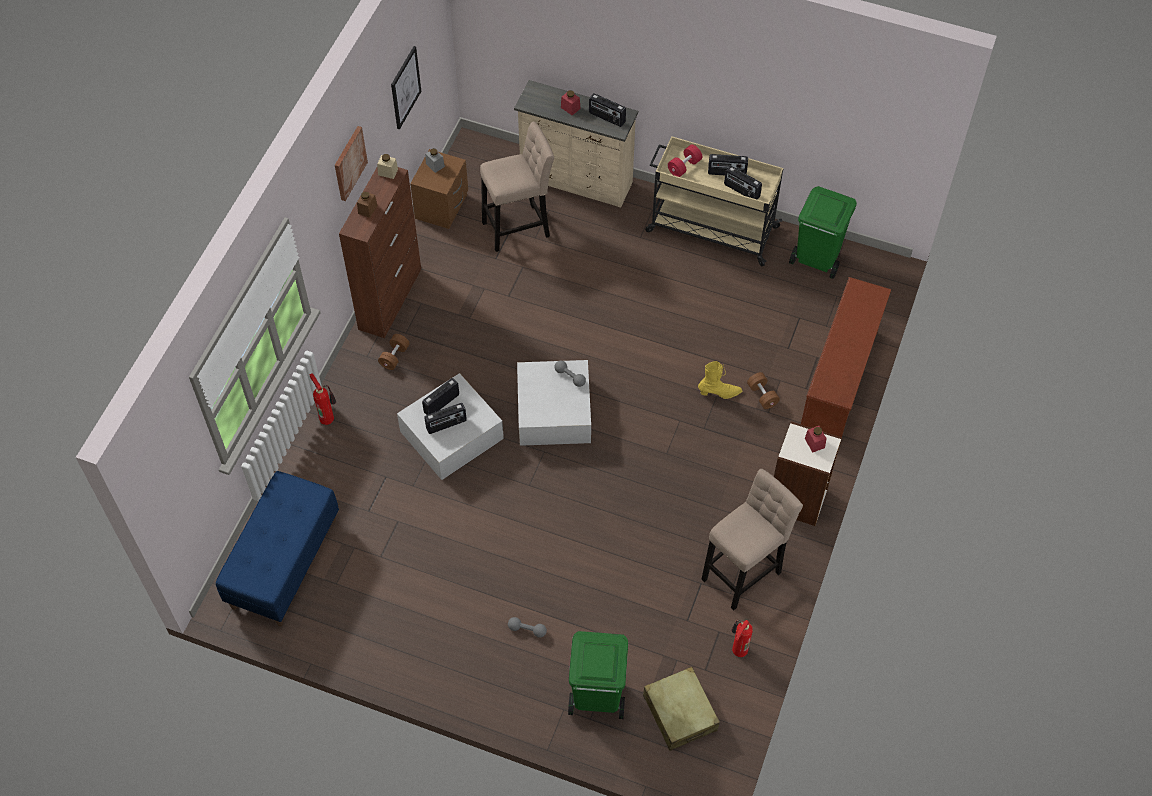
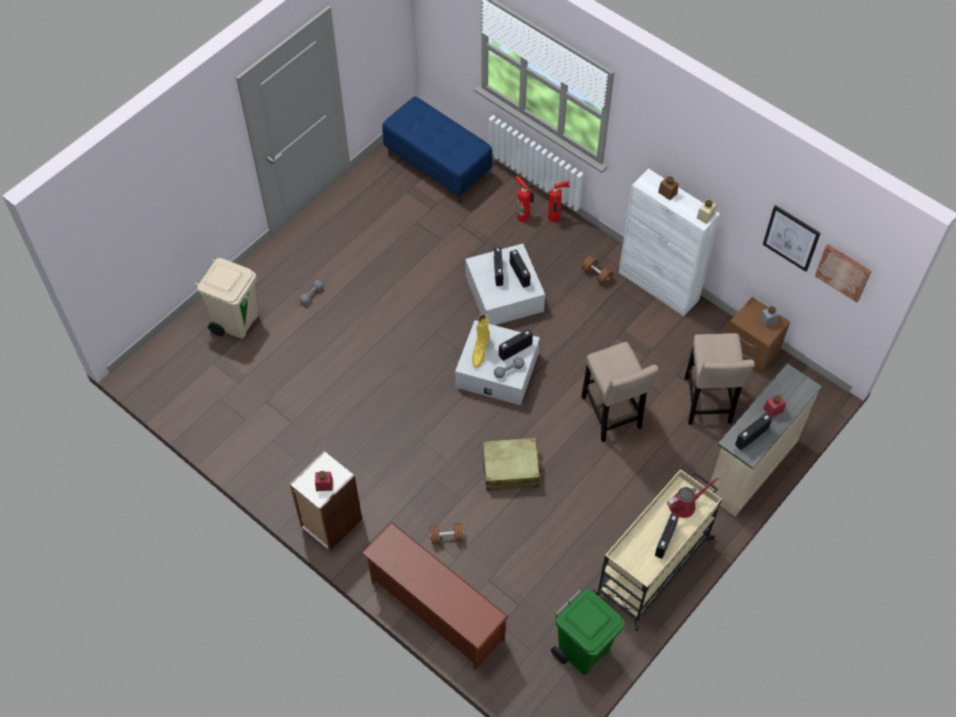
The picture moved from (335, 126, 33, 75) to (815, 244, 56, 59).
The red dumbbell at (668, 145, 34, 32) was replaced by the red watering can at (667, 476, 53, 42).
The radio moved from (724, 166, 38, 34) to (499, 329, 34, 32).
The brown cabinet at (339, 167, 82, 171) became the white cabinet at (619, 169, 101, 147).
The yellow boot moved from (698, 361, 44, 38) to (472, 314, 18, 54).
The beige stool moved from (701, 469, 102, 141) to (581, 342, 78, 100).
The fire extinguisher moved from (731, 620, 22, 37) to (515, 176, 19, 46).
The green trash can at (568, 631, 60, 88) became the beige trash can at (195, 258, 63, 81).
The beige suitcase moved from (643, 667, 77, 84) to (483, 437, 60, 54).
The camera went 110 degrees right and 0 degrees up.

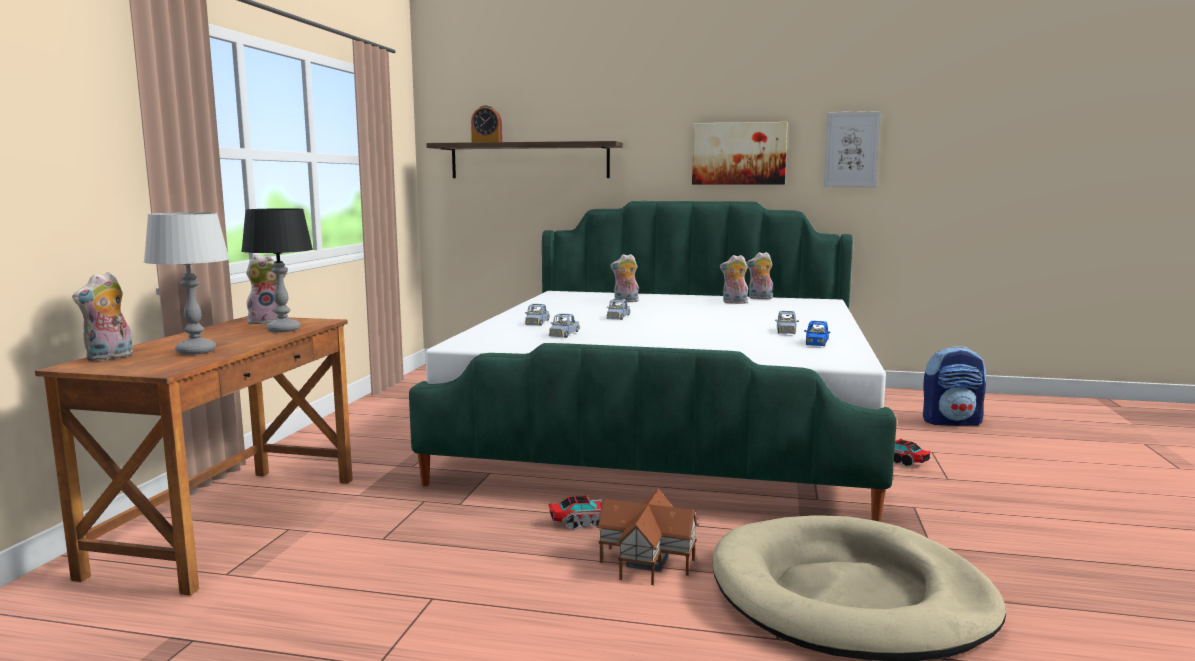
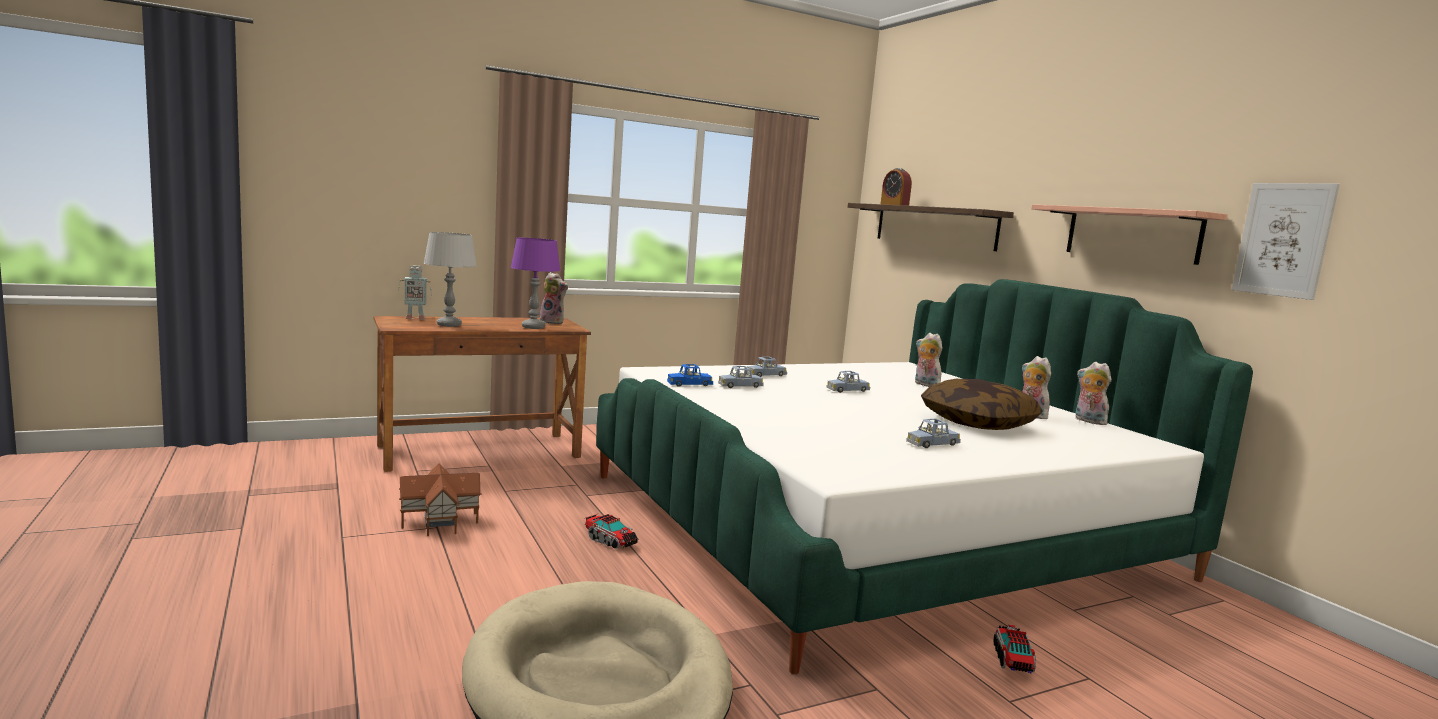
The picture at (692, 122, 96, 62) was replaced by the shelf at (1032, 204, 196, 61).
The black table lamp at (241, 208, 72, 124) became the purple table lamp at (511, 238, 50, 91).
The plush toy at (72, 272, 61, 89) was replaced by the toy robot at (399, 265, 33, 55).
The blue toy car moved from (804, 321, 26, 25) to (667, 364, 46, 23).
The backpack at (923, 346, 63, 80) disappeared.
The toy house moved from (597, 488, 102, 97) to (399, 463, 83, 73).
The pillow at (921, 379, 122, 51) appeared.
The camera went 50 degrees right and 0 degrees up.

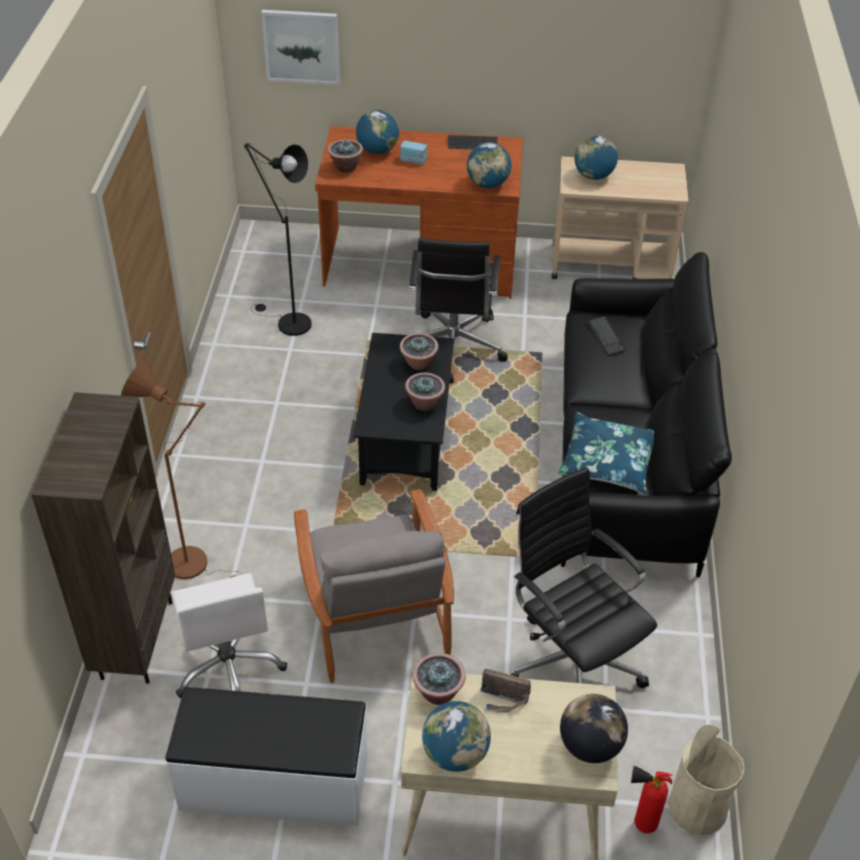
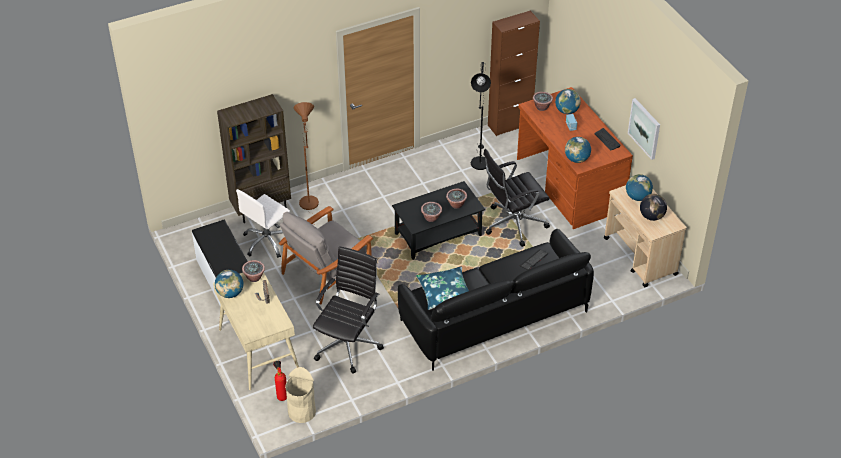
The picture moved from (261, 10, 79, 75) to (628, 98, 32, 62).
The globe moved from (560, 694, 68, 69) to (640, 194, 27, 27).
The brown cabinet at (488, 11, 52, 125) appeared.
The camera went 60 degrees right and 0 degrees up.

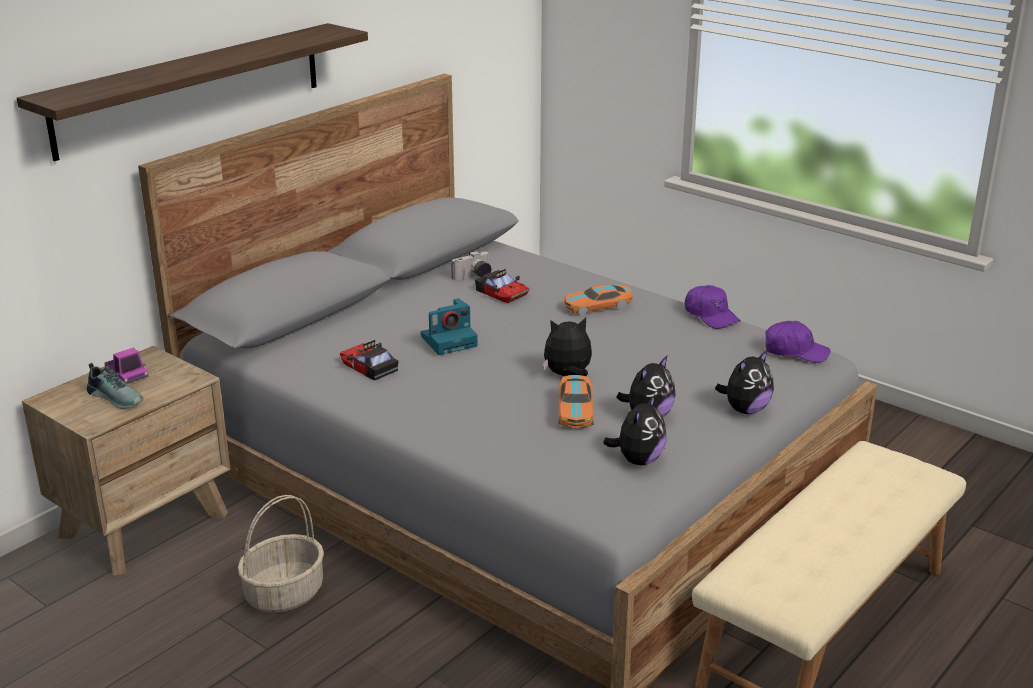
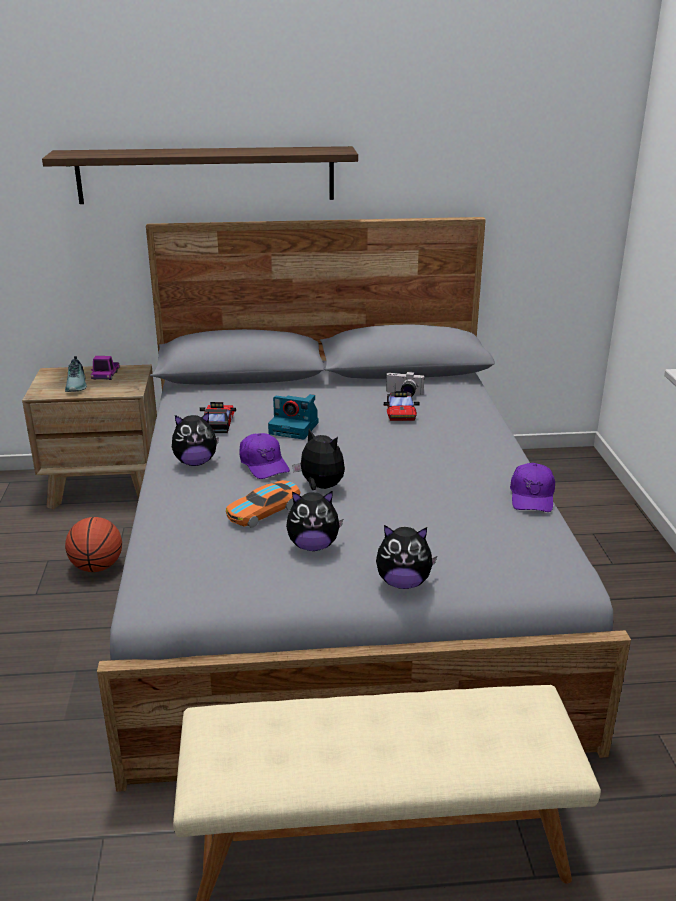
The toy car at (564, 284, 69, 32) disappeared.
The purple cap moved from (765, 321, 65, 42) to (239, 433, 51, 46).
The plush toy moved from (603, 394, 64, 71) to (172, 412, 47, 54).
The basket at (238, 495, 86, 118) was replaced by the basketball at (65, 517, 57, 55).
The camera went 45 degrees right and 0 degrees up.

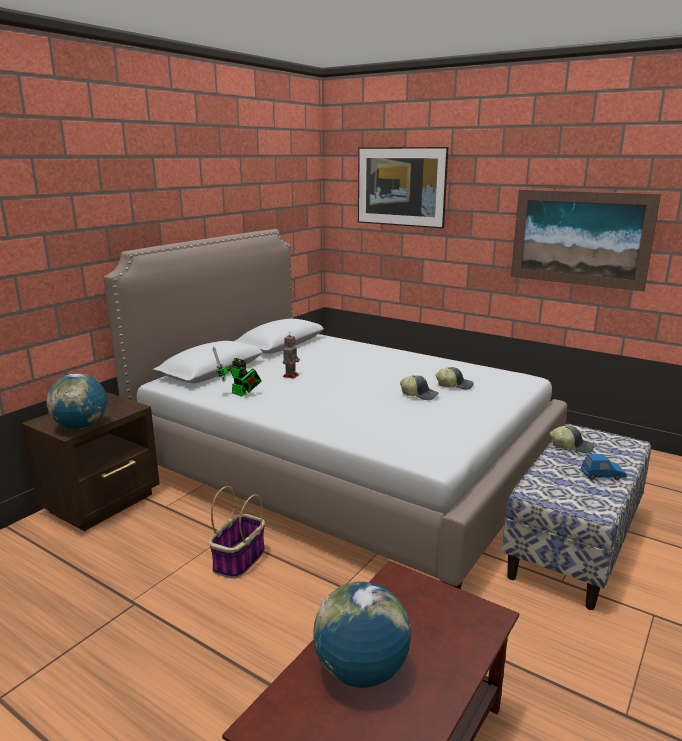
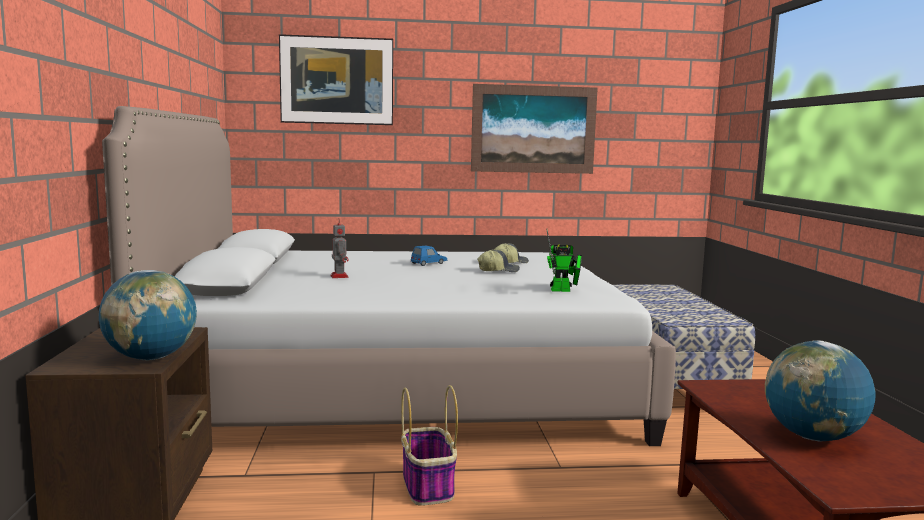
The toy robot moved from (213, 347, 49, 50) to (547, 230, 35, 62).
The cap at (550, 426, 44, 27) disappeared.
The blue toy car moved from (581, 454, 46, 26) to (411, 245, 37, 21).
The camera went 40 degrees left and 10 degrees down.

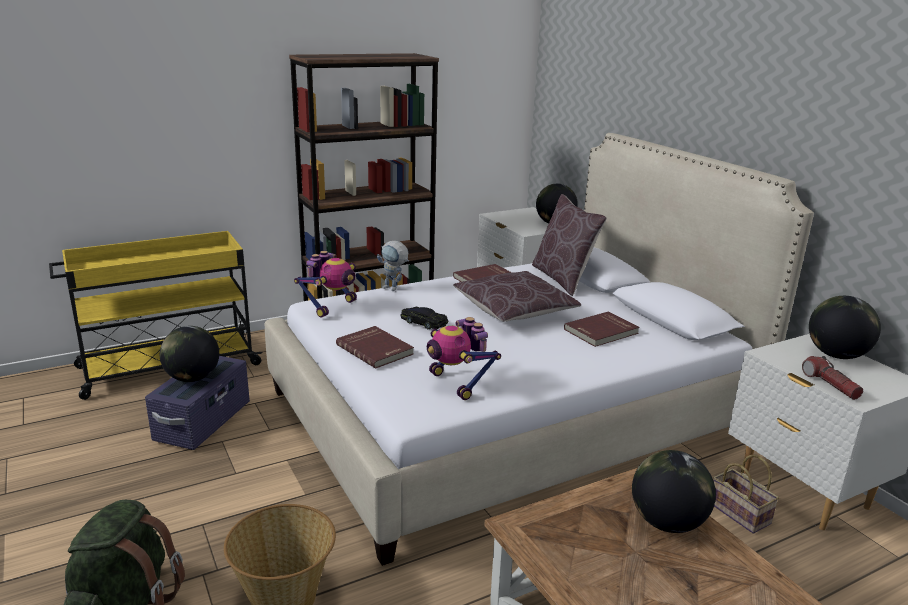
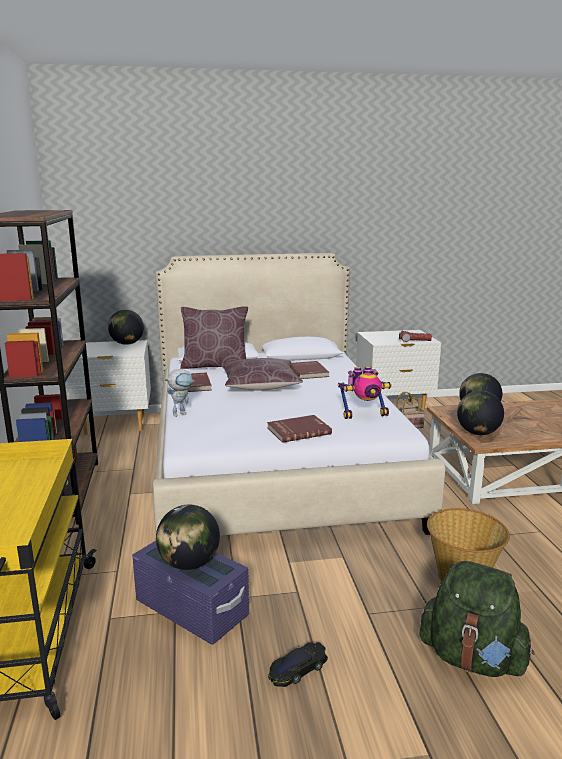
The toy robot at (294, 251, 63, 67) disappeared.
The globe moved from (809, 296, 72, 63) to (457, 391, 47, 44).
The black toy car moved from (400, 307, 48, 22) to (268, 642, 60, 45).
The camera went 70 degrees left and 5 degrees down.

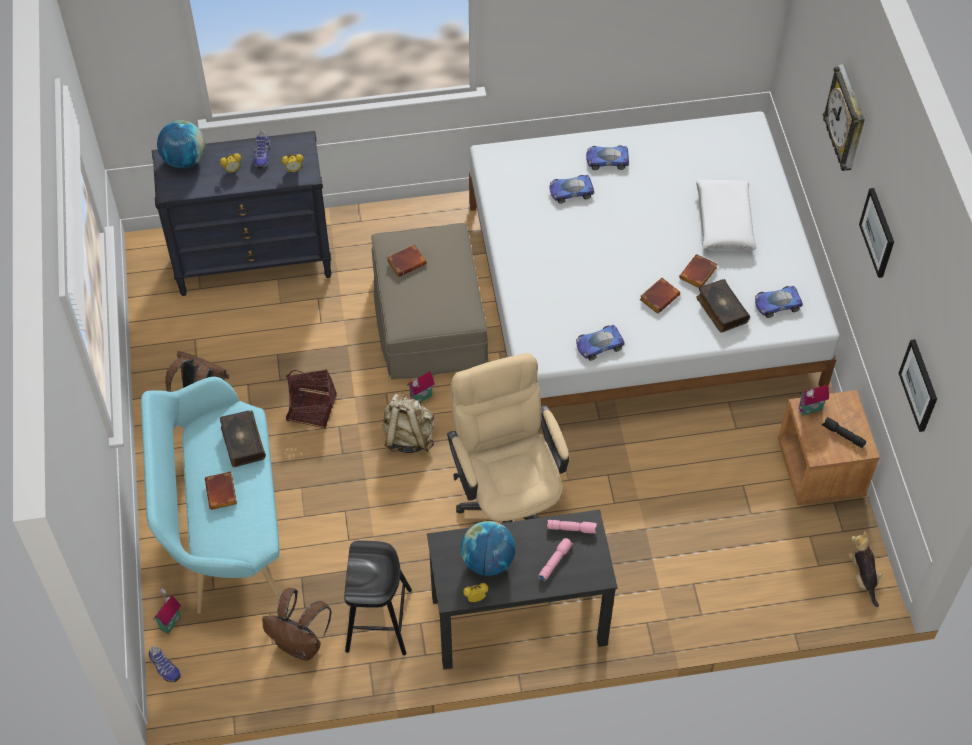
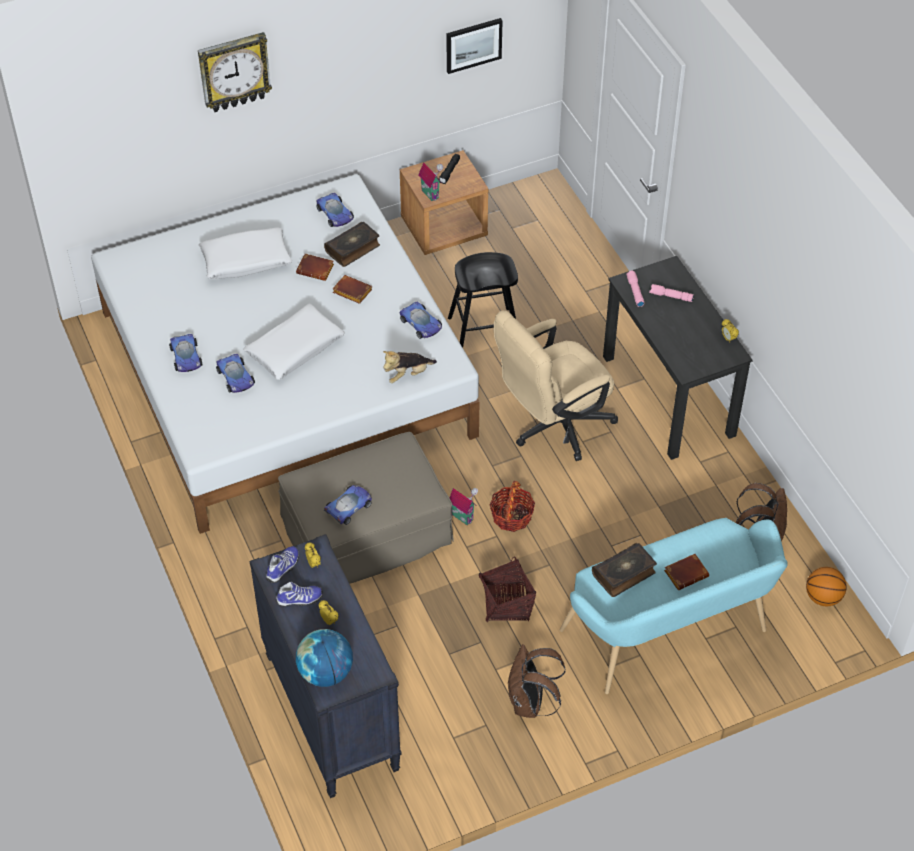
The picture at (859, 188, 35, 90) disappeared.
The brown book at (387, 244, 40, 33) was replaced by the toy car at (324, 485, 48, 40).
The beige backpack at (382, 393, 52, 60) was replaced by the basket at (490, 481, 45, 51).
The globe at (461, 521, 54, 55) disappeared.
The plush toy moved from (848, 531, 34, 76) to (383, 351, 54, 32).
The black stool moved from (344, 540, 68, 115) to (448, 252, 70, 96).
The toy house at (154, 588, 27, 46) disappeared.
The shoe moved from (149, 646, 32, 36) to (266, 546, 33, 37).
The white pillow at (243, 304, 102, 76) appeared.
The basketball at (806, 567, 41, 40) appeared.
The camera went 105 degrees left and 5 degrees down.

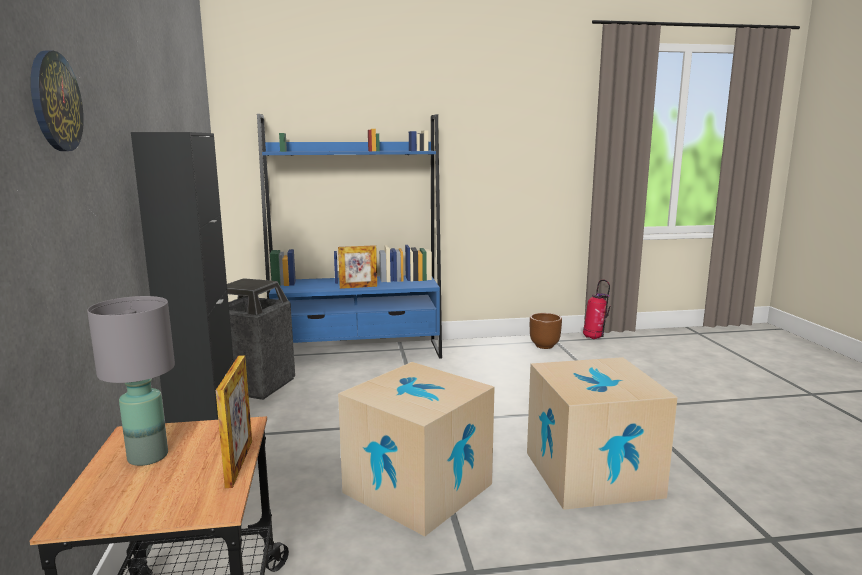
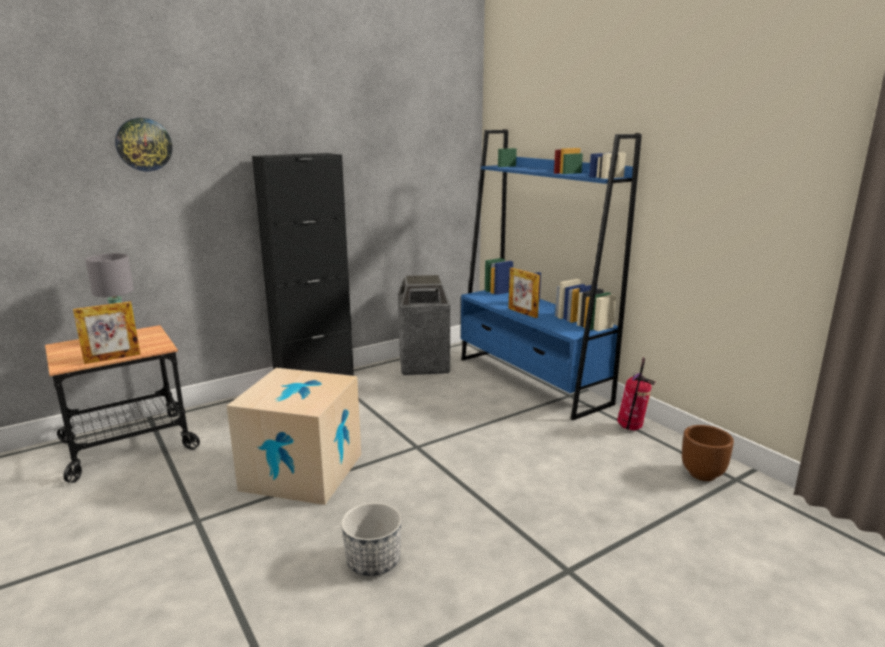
The fire extinguisher moved from (583, 280, 27, 59) to (617, 357, 39, 74).
The cardboard box at (527, 357, 151, 153) was replaced by the planter at (341, 502, 61, 74).
The camera went 65 degrees right and 5 degrees up.

